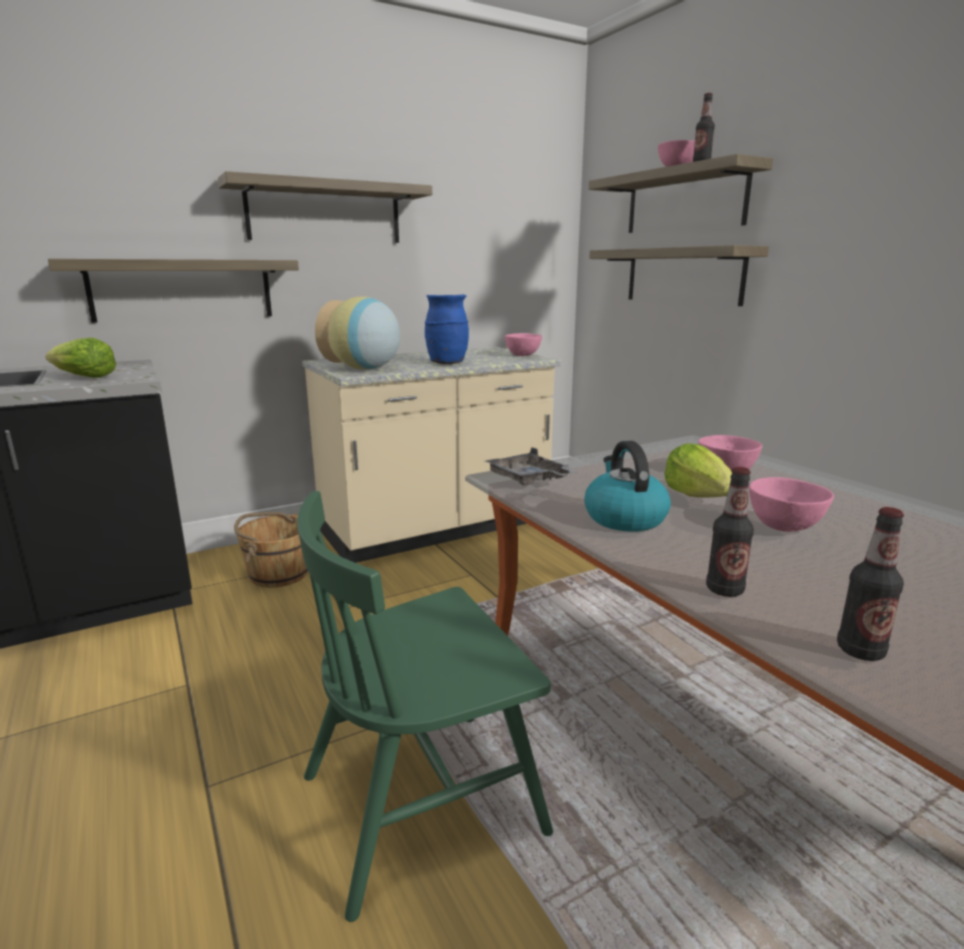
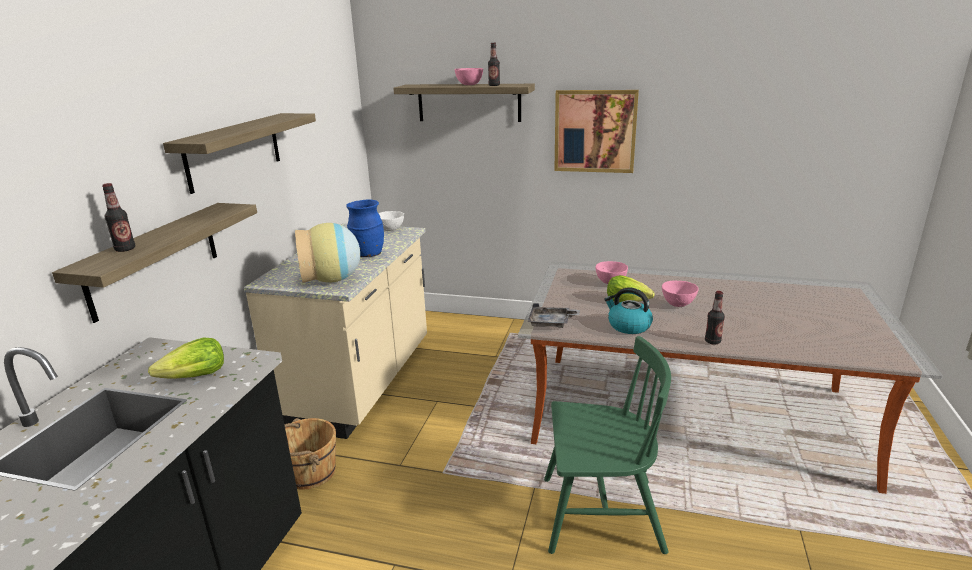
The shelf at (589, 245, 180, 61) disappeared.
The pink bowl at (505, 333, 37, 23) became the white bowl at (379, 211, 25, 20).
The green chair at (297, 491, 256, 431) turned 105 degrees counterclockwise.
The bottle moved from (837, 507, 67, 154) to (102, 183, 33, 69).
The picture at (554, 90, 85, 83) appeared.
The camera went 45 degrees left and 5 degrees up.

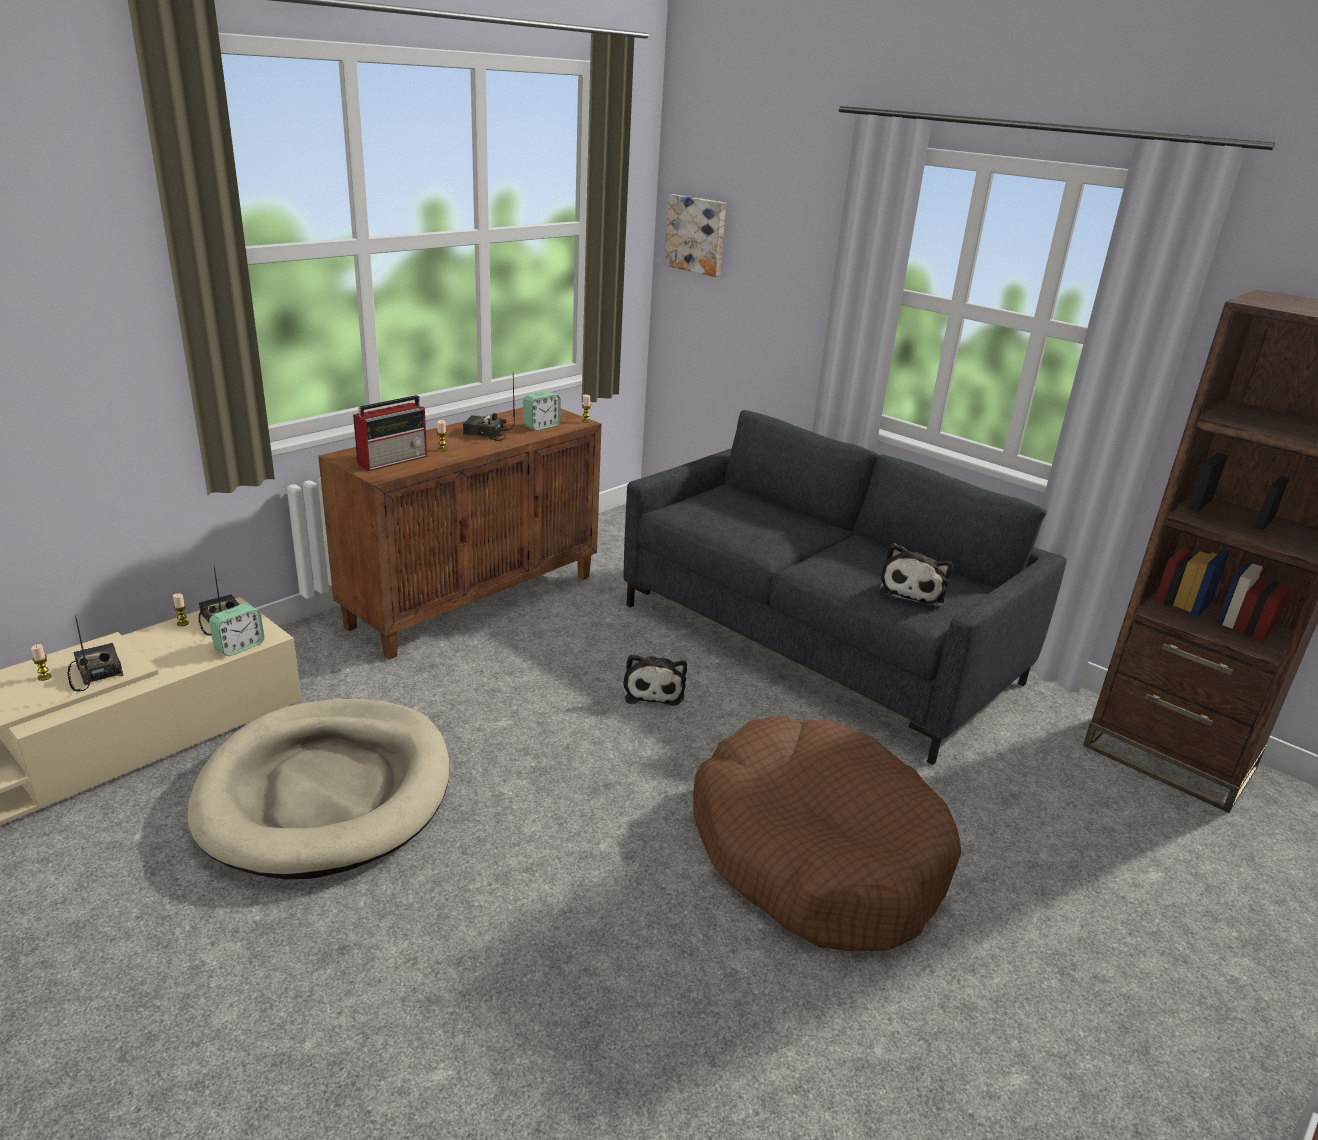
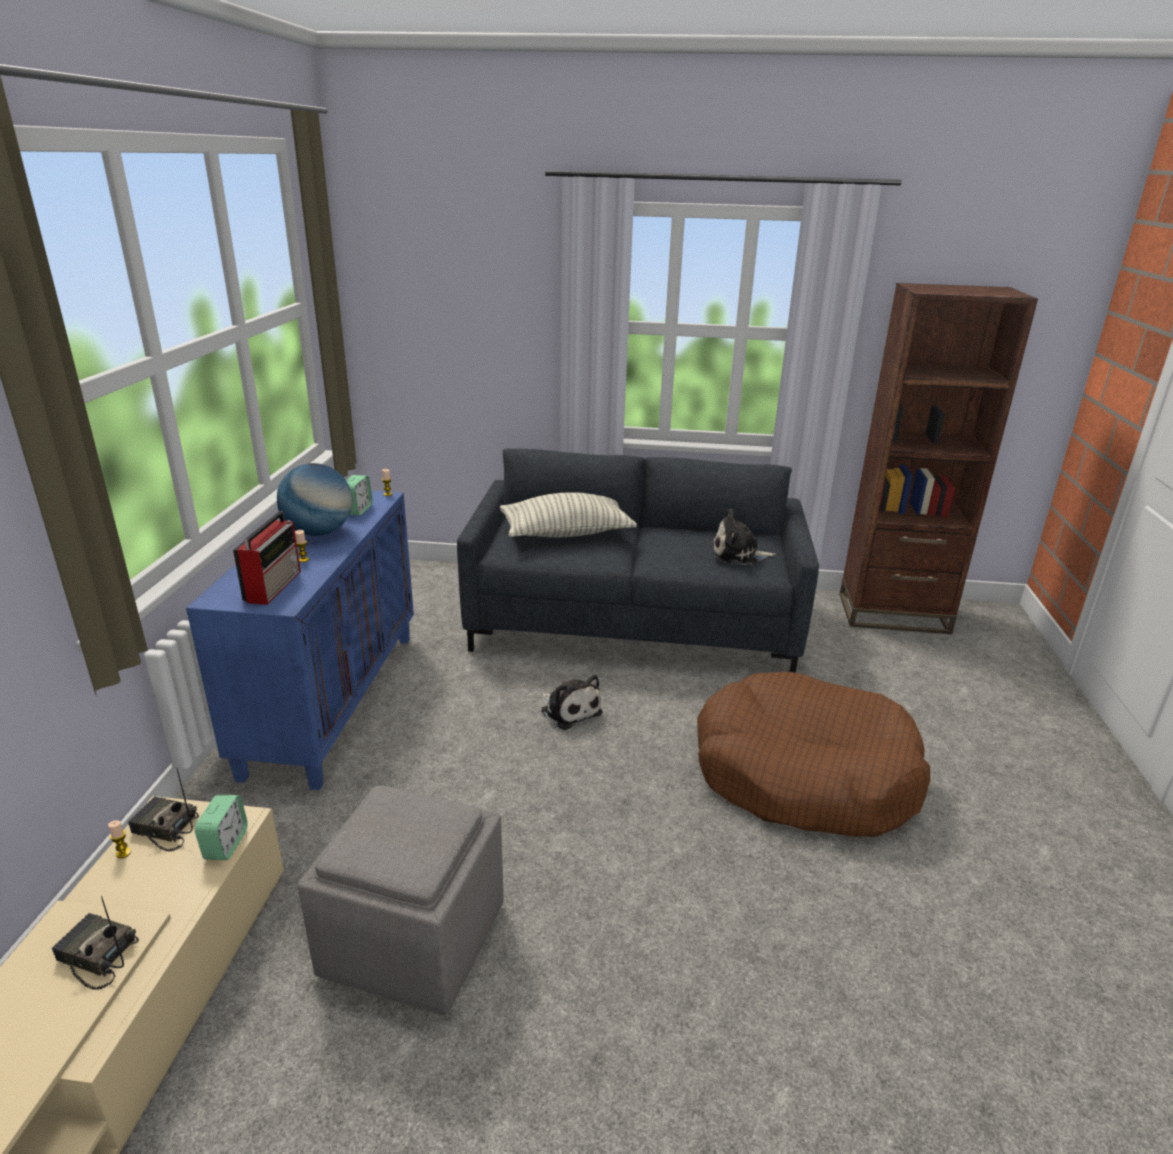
The picture at (664, 194, 62, 83) disappeared.
The radio at (463, 375, 52, 66) was replaced by the globe at (277, 463, 75, 73).
The brown cabinet at (318, 407, 284, 253) became the blue cabinet at (186, 491, 228, 299).
The plush toy at (880, 543, 73, 64) turned 105 degrees clockwise.
The candle at (31, 644, 21, 37) disappeared.
The beige dog bed at (187, 699, 263, 180) was replaced by the grey ottoman at (298, 785, 206, 230).
The pillow at (500, 493, 137, 45) appeared.
The camera went 35 degrees left and 0 degrees up.

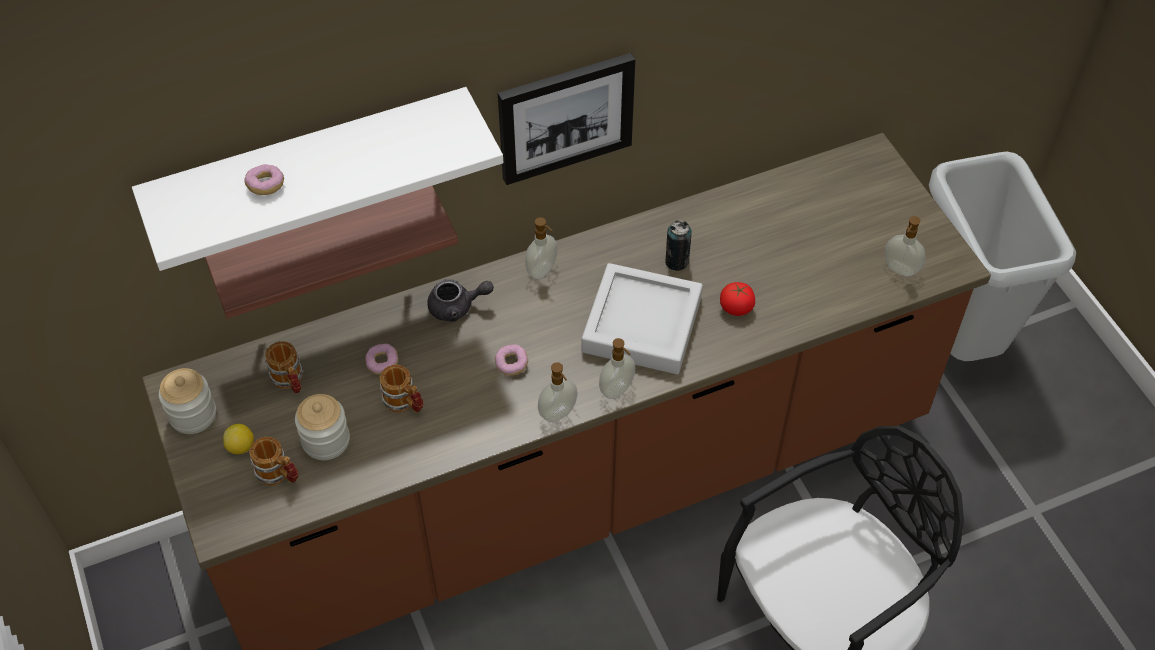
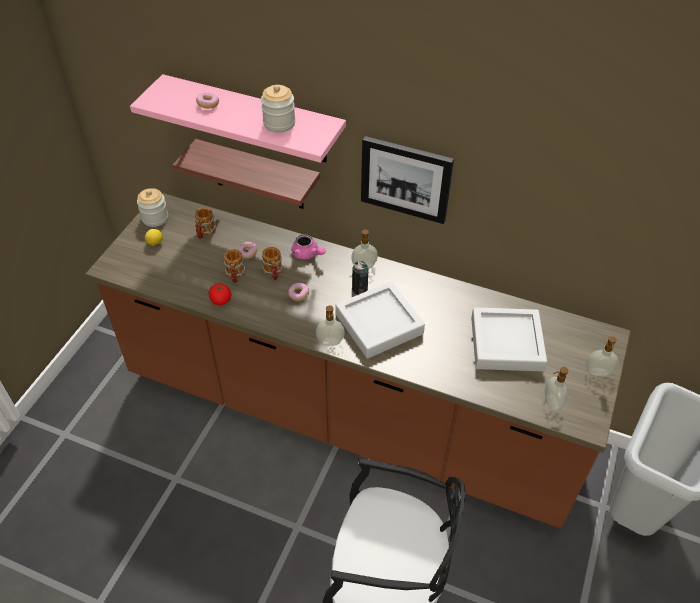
The white shelf at (132, 87, 371, 184) became the pink shelf at (130, 74, 216, 89).
The can moved from (665, 220, 27, 51) to (352, 261, 16, 34).
The grey teapot at (427, 279, 67, 43) became the pink teapot at (291, 234, 35, 25).
The tomato moved from (720, 282, 35, 34) to (208, 283, 23, 23).
The soap dispenser moved from (538, 362, 40, 60) to (586, 336, 33, 41).
The jar moved from (295, 394, 55, 66) to (261, 85, 34, 48).
The mug moved from (249, 437, 49, 49) to (262, 247, 21, 33).
The grey tray at (471, 307, 76, 65) appeared.
The camera went 45 degrees right and 5 degrees down.

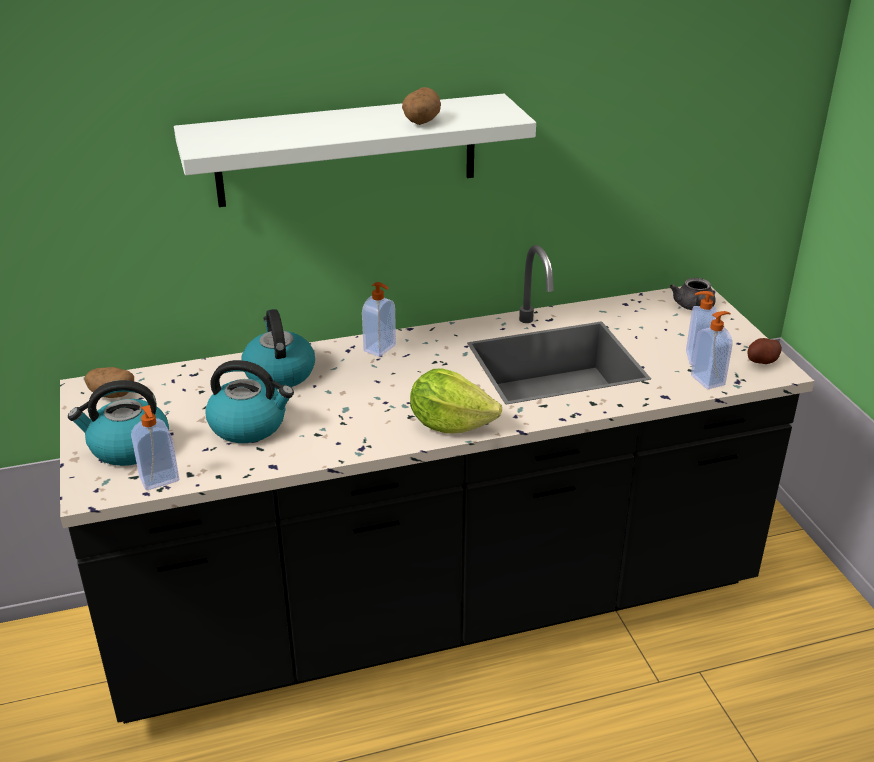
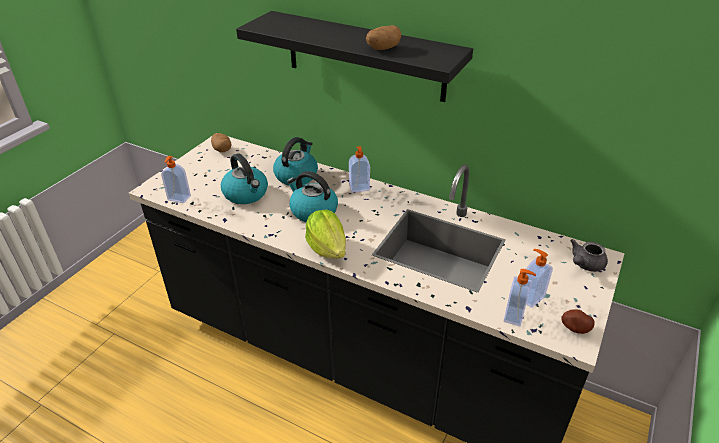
The white shelf at (174, 94, 362, 113) became the black shelf at (236, 11, 237, 91).
The kettle moved from (68, 380, 101, 86) to (287, 171, 51, 51).
The camera went 45 degrees right and 5 degrees up.

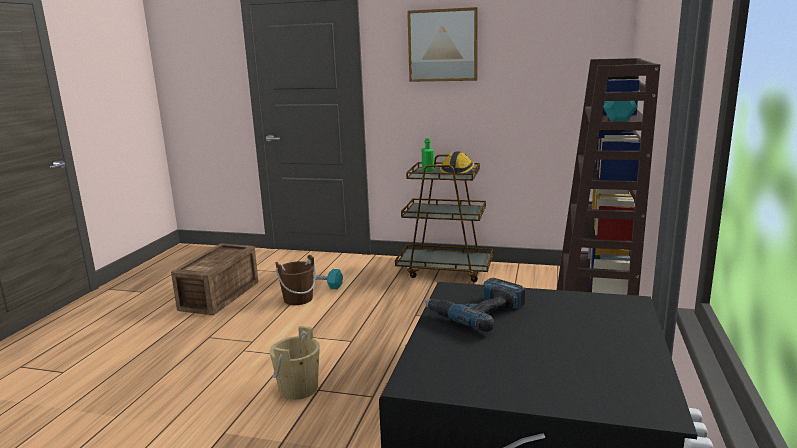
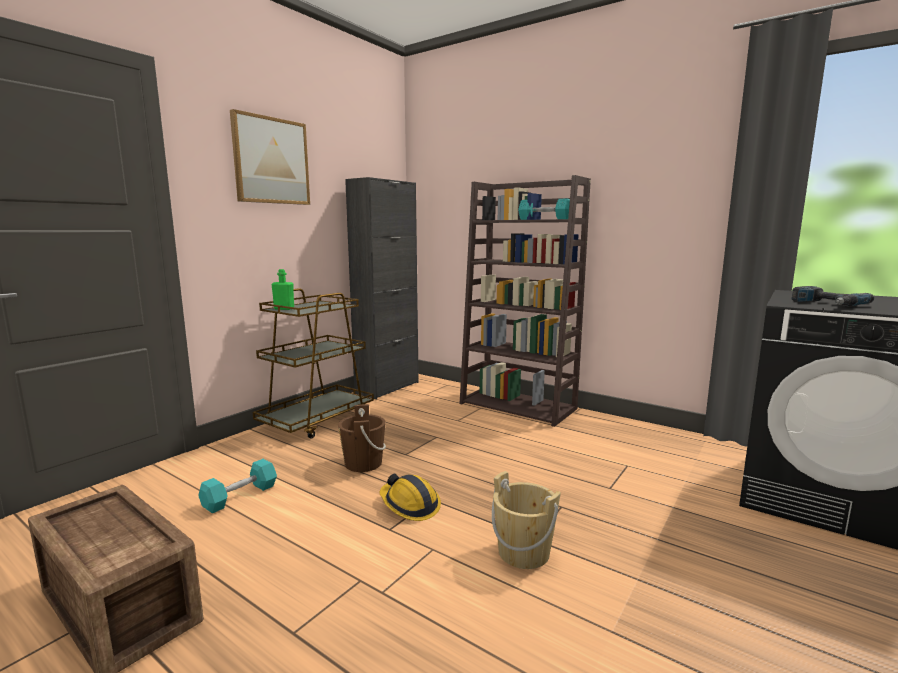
The hard hat moved from (440, 151, 35, 22) to (380, 474, 61, 47).
The brown bucket moved from (275, 255, 41, 50) to (338, 404, 48, 68).
The black cabinet at (345, 177, 74, 222) appeared.
The camera went 70 degrees left and 5 degrees down.

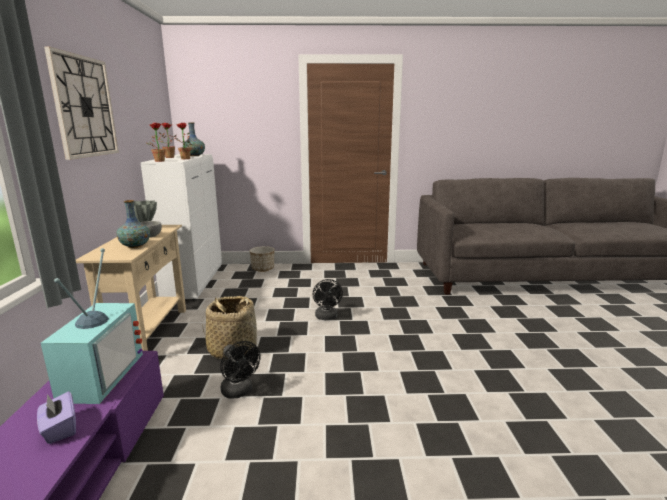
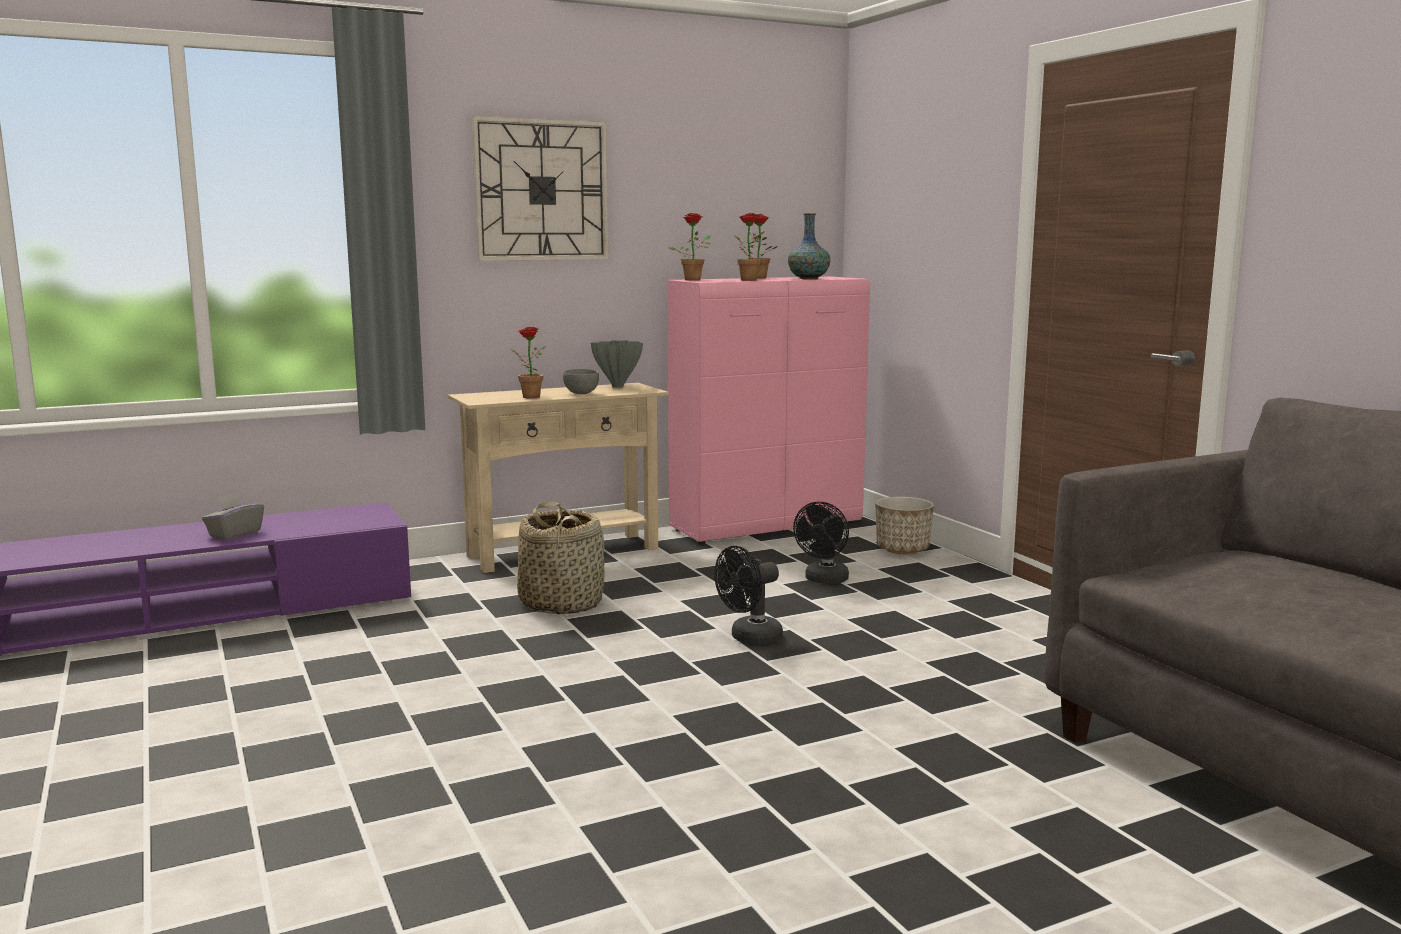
The white cabinet at (141, 154, 81, 146) became the pink cabinet at (667, 276, 203, 268).
The vase at (116, 200, 34, 48) was replaced by the potted plant at (510, 327, 36, 72).
The television at (40, 248, 103, 156) disappeared.
The black fan moved from (220, 341, 41, 58) to (793, 502, 56, 82).
The purple tissue box at (37, 391, 39, 53) became the grey tissue box at (202, 493, 62, 47).
The camera went 65 degrees right and 5 degrees down.

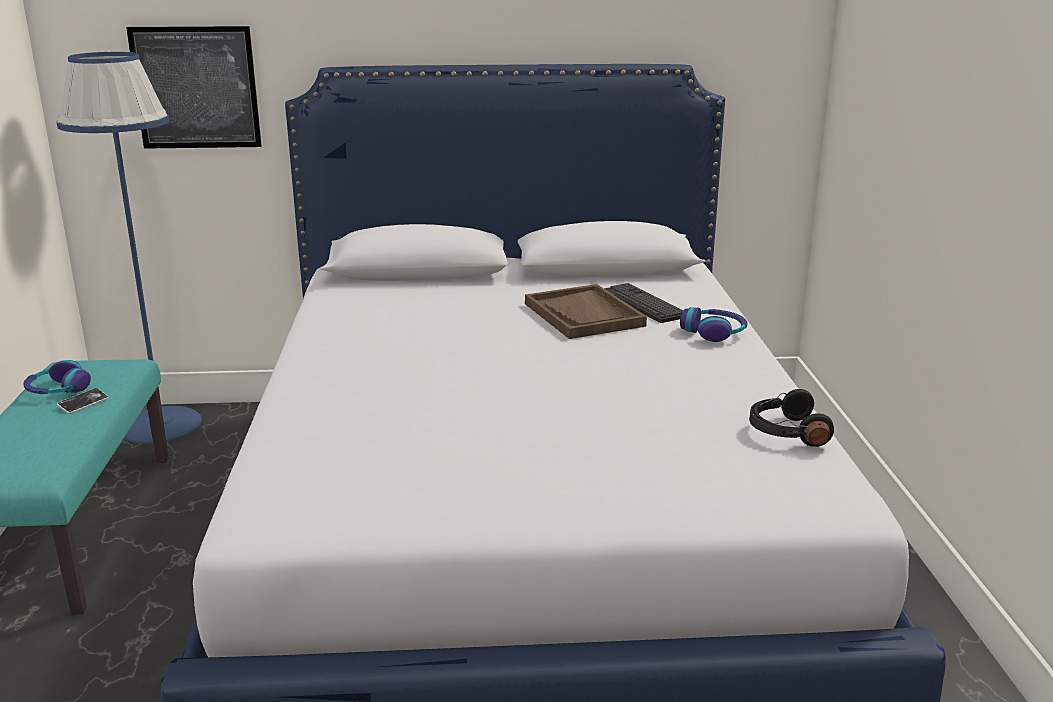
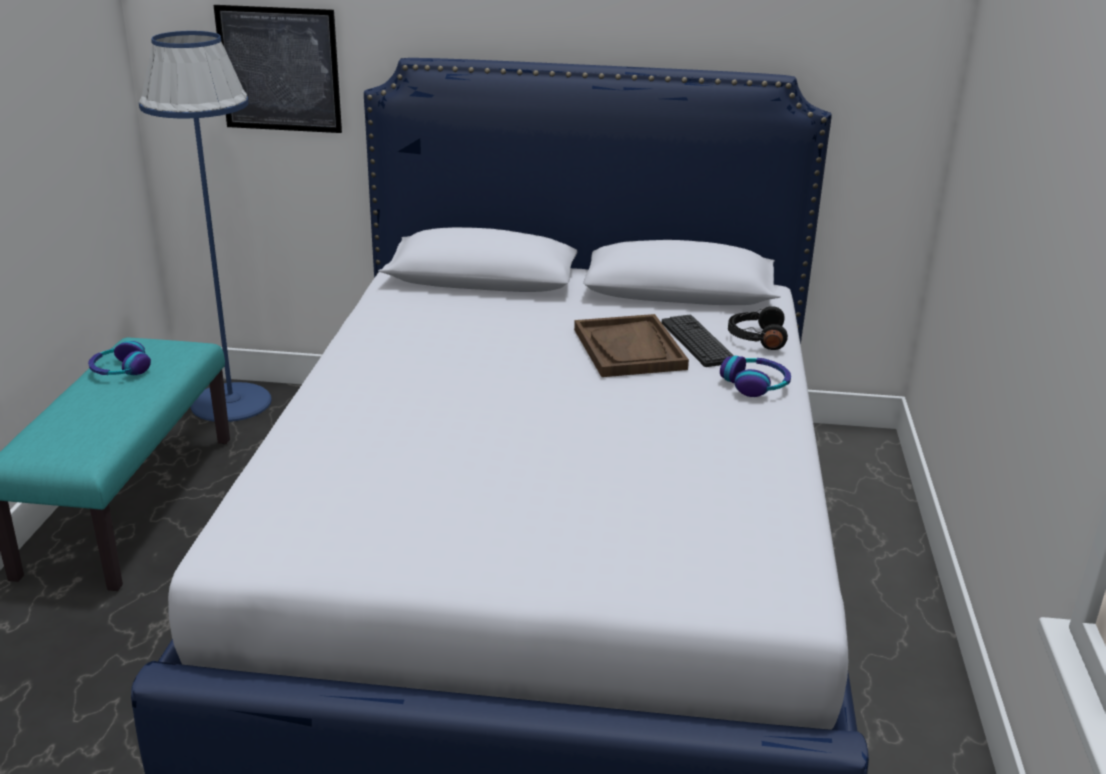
The phone at (57, 388, 51, 26) disappeared.
The black headphones moved from (749, 389, 85, 58) to (728, 306, 60, 44).
The camera went 10 degrees right and 5 degrees up.

